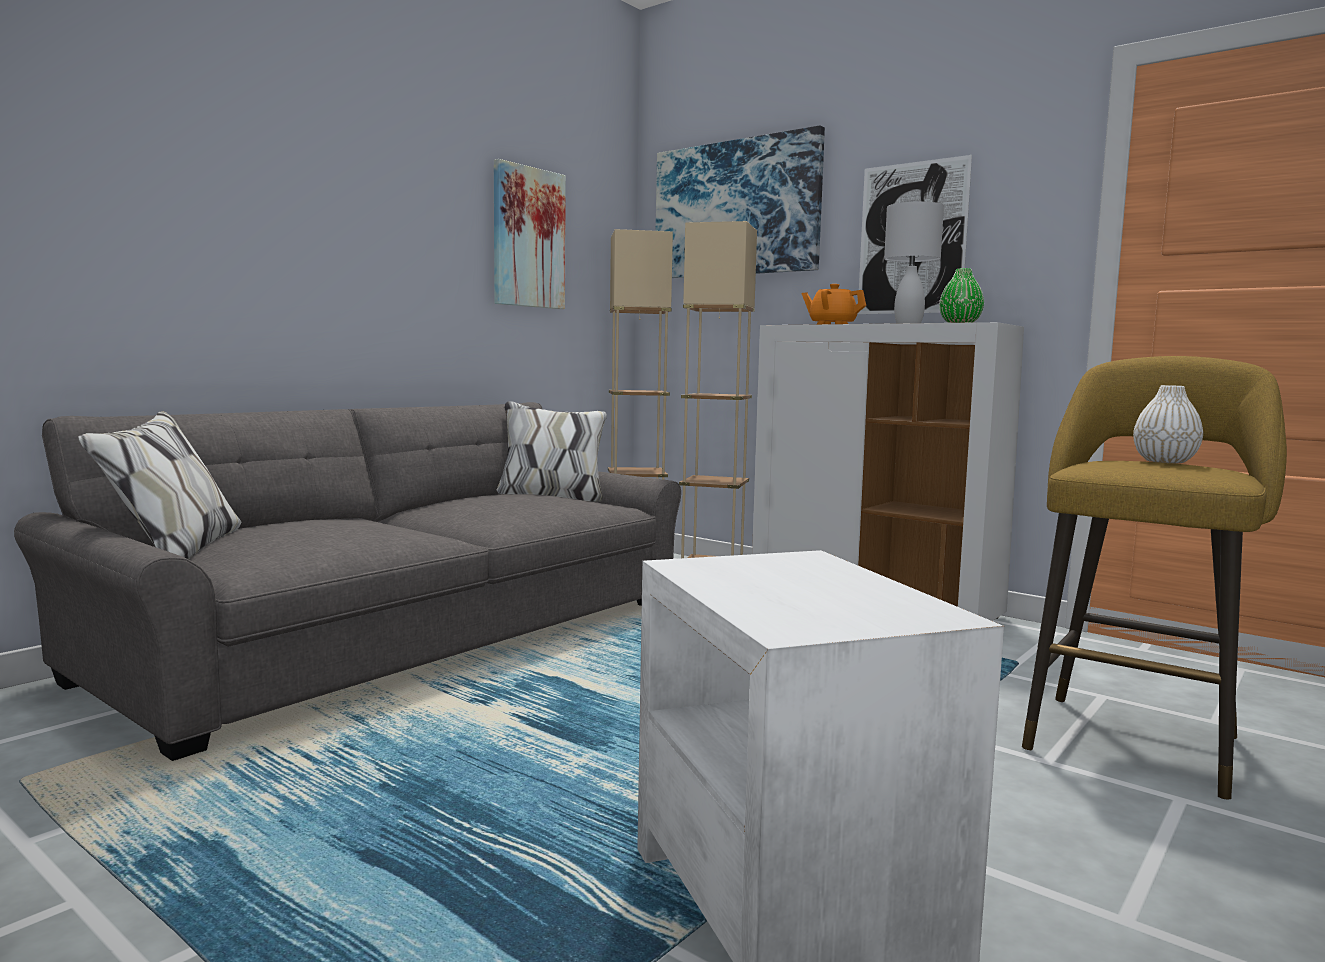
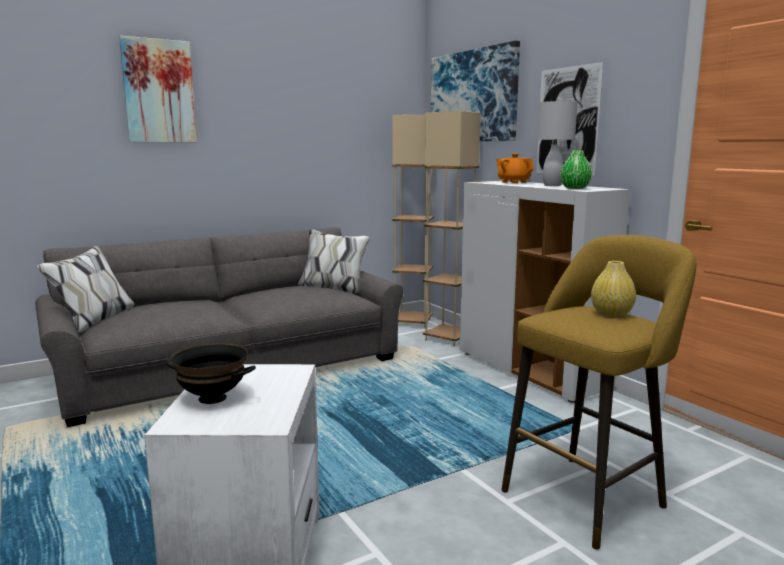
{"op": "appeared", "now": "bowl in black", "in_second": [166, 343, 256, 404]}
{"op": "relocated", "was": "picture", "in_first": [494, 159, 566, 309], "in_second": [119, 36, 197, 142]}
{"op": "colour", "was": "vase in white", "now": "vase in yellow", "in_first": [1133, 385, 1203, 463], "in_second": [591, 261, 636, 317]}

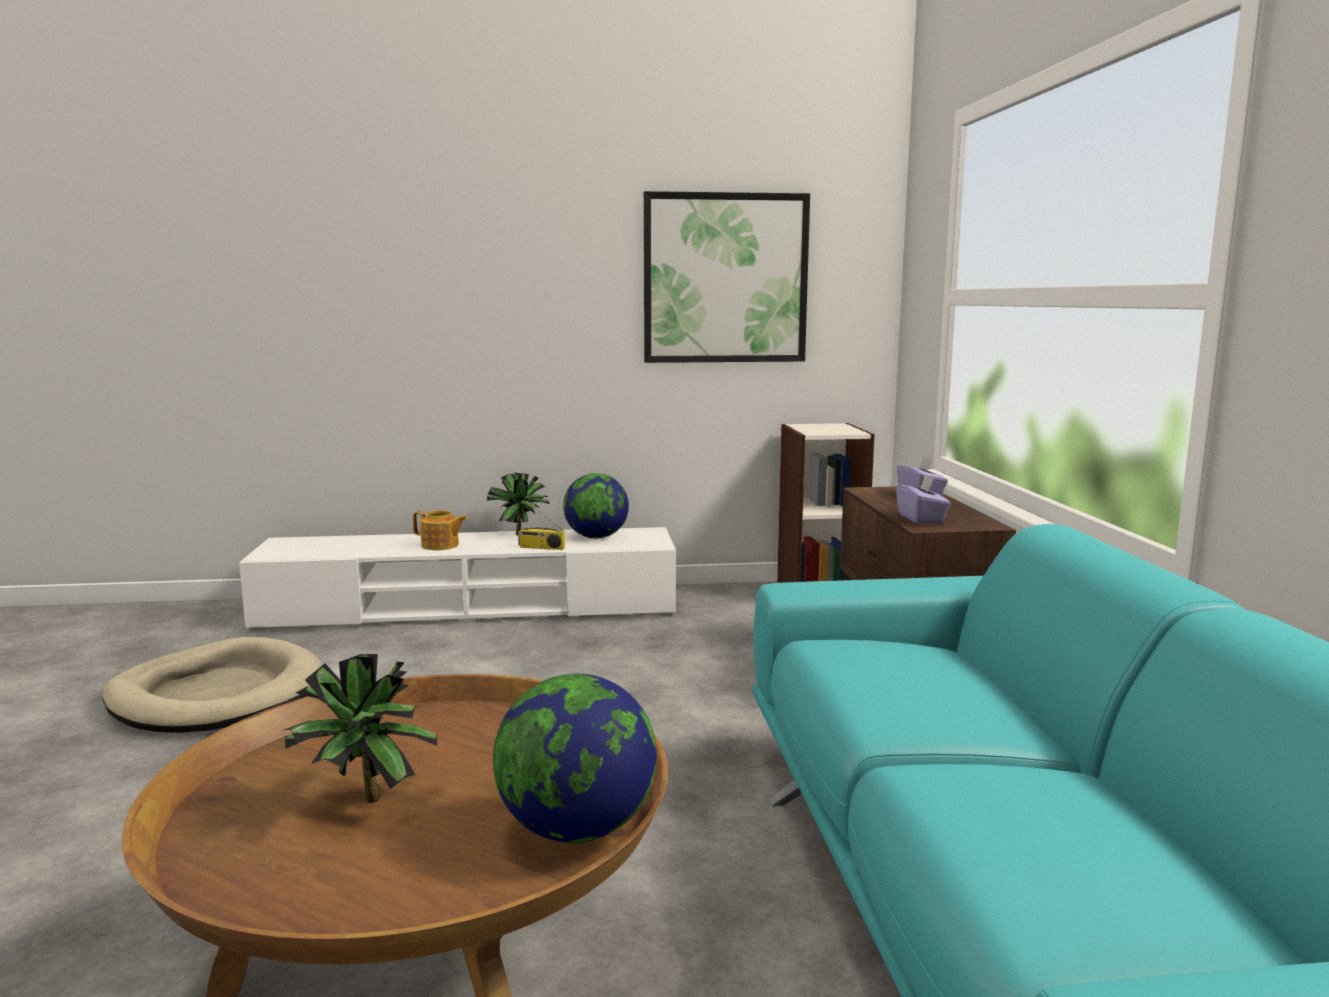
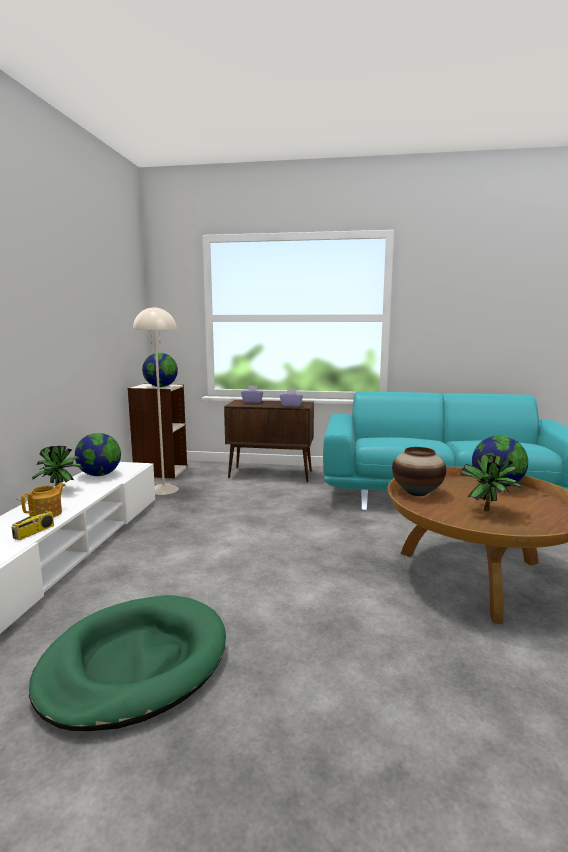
{"op": "missing", "was": "picture", "in_first": [644, 191, 810, 363]}
{"op": "appeared", "now": "floor lamp in beige", "in_second": [133, 306, 179, 495]}
{"op": "appeared", "now": "globe", "in_second": [142, 353, 178, 387]}
{"op": "appeared", "now": "vase", "in_second": [392, 447, 446, 496]}
{"op": "relocated", "was": "radio", "in_first": [518, 504, 565, 550], "in_second": [12, 499, 54, 540]}
{"op": "colour", "was": "dog bed in beige", "now": "dog bed in green", "in_first": [103, 637, 322, 733], "in_second": [29, 595, 226, 731]}

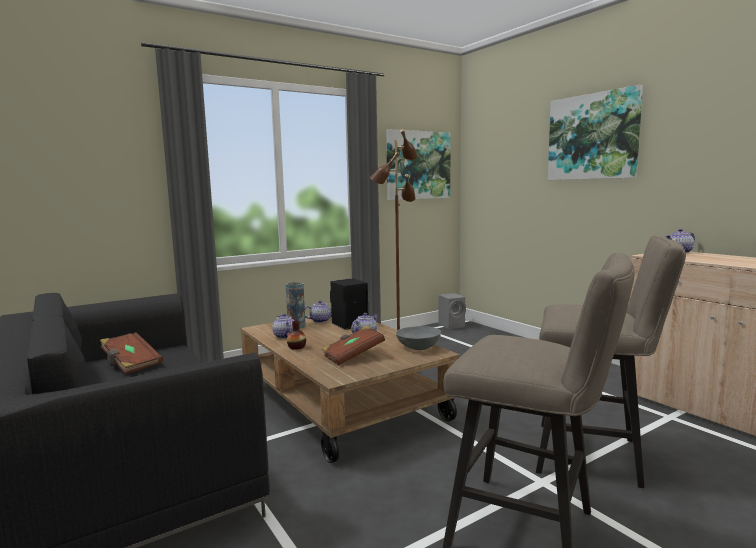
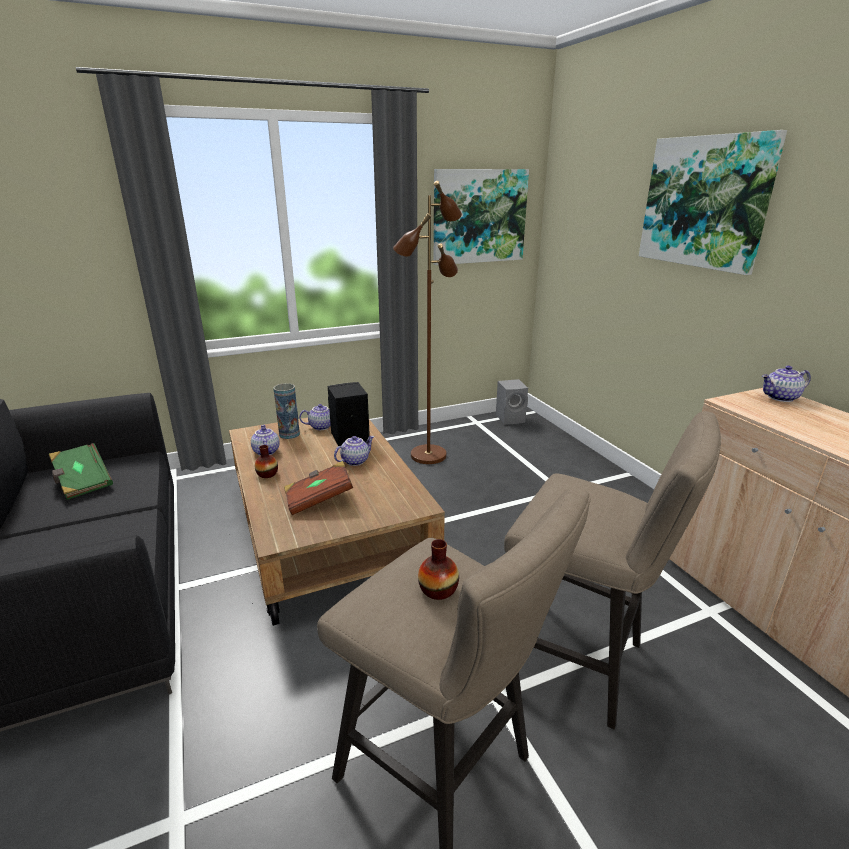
{"op": "missing", "was": "bowl in grey", "in_first": [396, 326, 441, 350]}
{"op": "appeared", "now": "vase", "in_second": [418, 539, 459, 600]}
{"op": "colour", "was": "book in brown", "now": "book in green", "in_first": [100, 332, 163, 374], "in_second": [49, 443, 113, 500]}

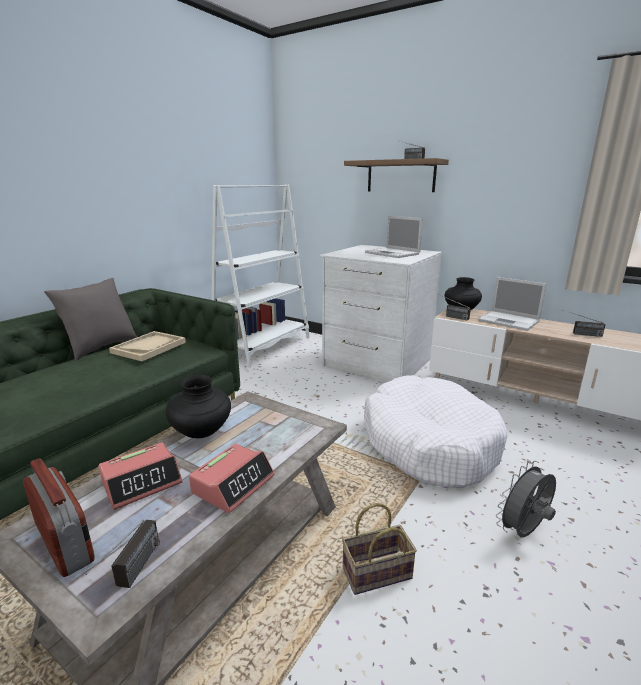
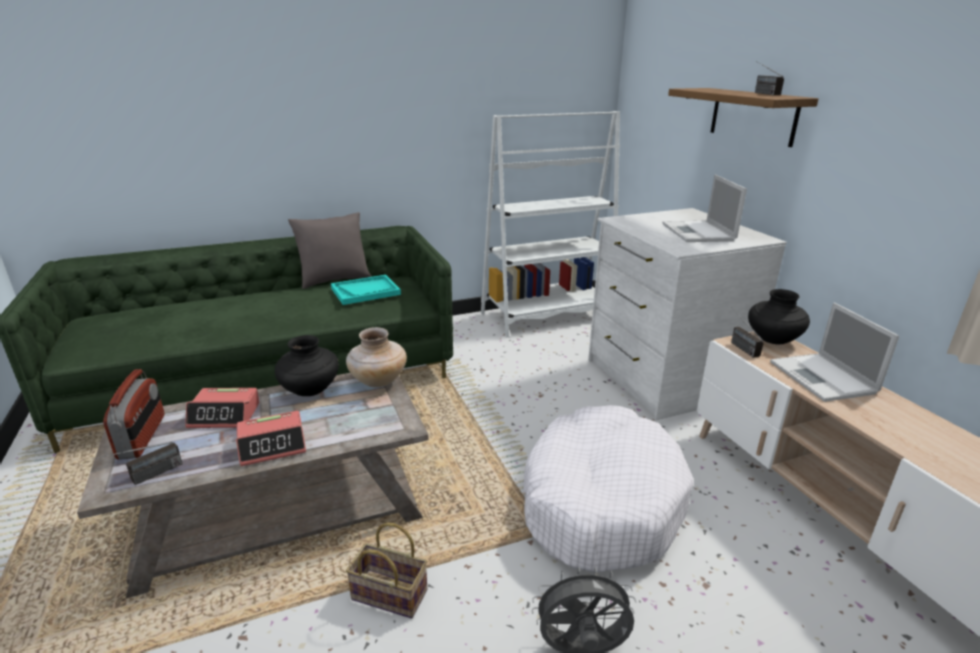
{"op": "missing", "was": "radio", "in_first": [567, 311, 605, 337]}
{"op": "appeared", "now": "vase in beige", "in_second": [346, 327, 407, 387]}
{"op": "colour", "was": "tray in beige", "now": "tray in turquoise", "in_first": [109, 331, 186, 361], "in_second": [331, 275, 401, 305]}

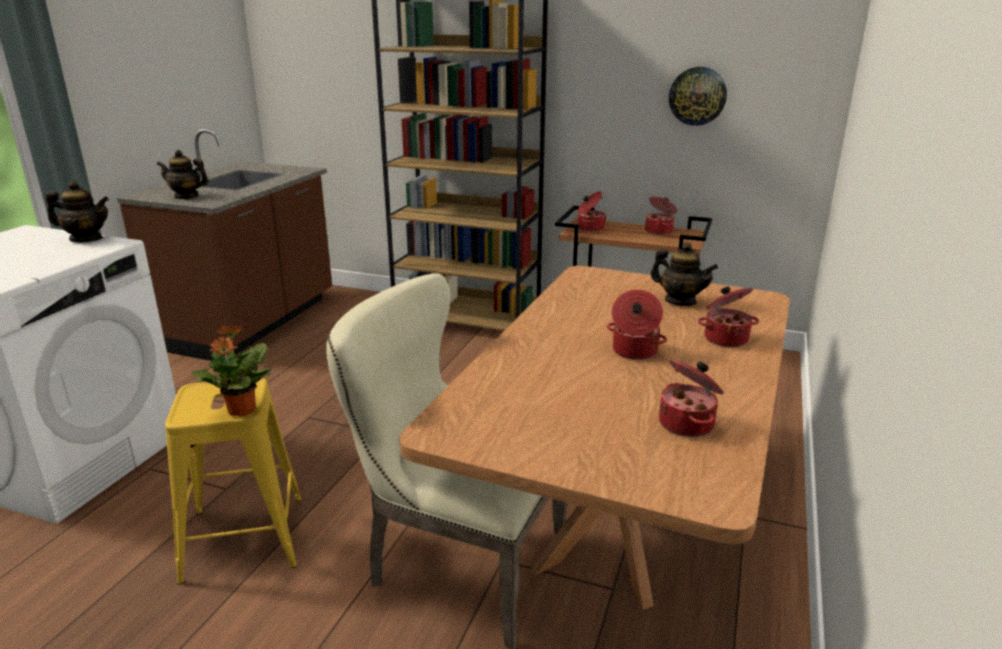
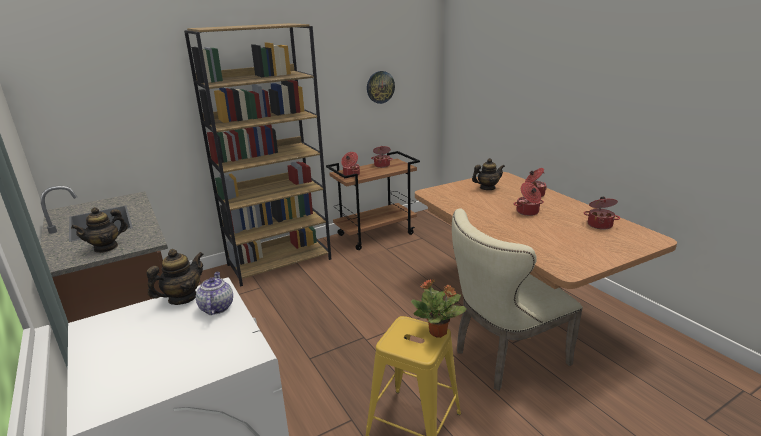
{"op": "appeared", "now": "teapot", "in_second": [196, 272, 233, 315]}

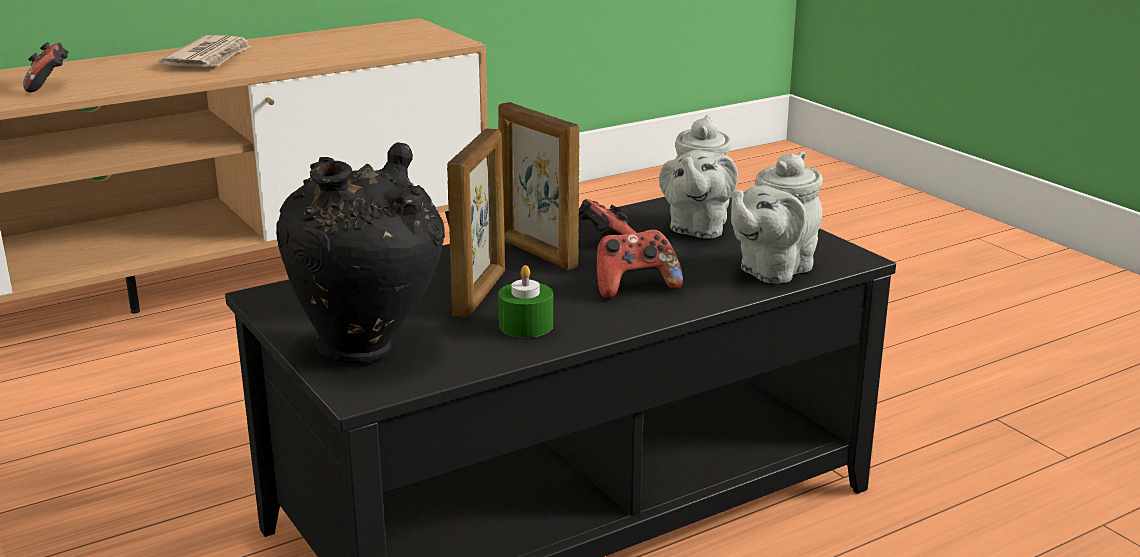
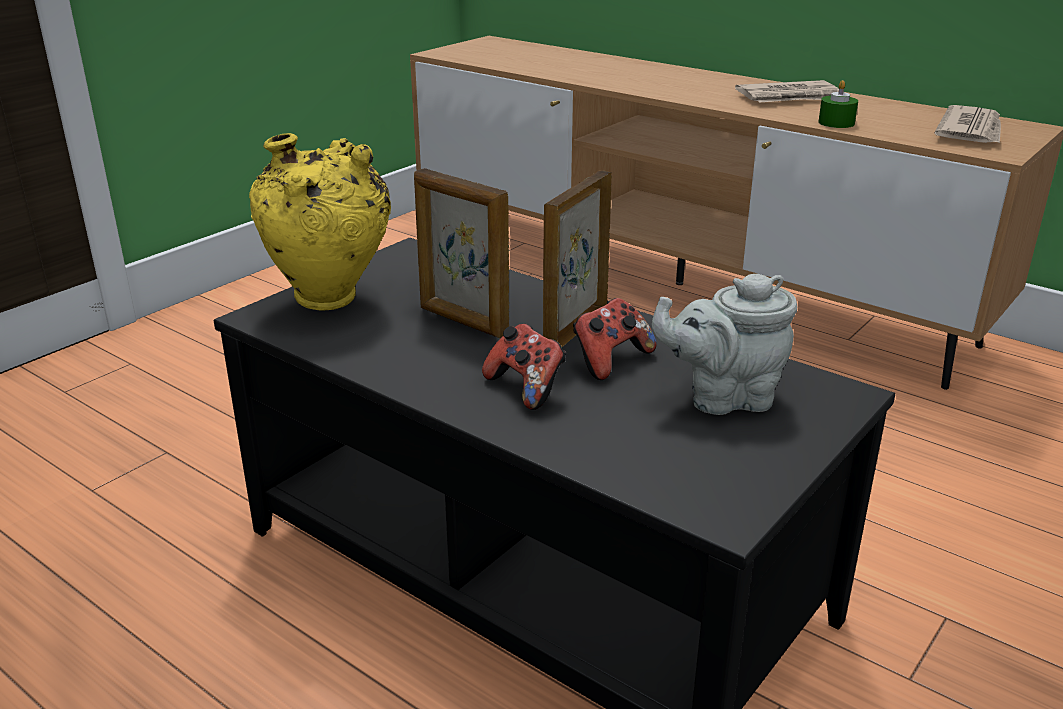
{"op": "missing", "was": "game controller", "in_first": [23, 42, 68, 92]}
{"op": "missing", "was": "teapot in grey", "in_first": [731, 151, 823, 284]}
{"op": "appeared", "now": "newspaper", "in_second": [935, 105, 1001, 143]}
{"op": "relocated", "was": "candle in green", "in_first": [498, 265, 553, 338], "in_second": [818, 80, 858, 128]}
{"op": "colour", "was": "vase in black", "now": "vase in yellow", "in_first": [276, 142, 445, 363], "in_second": [249, 133, 391, 311]}
{"op": "spun", "was": "picture frame", "in_first": [447, 128, 505, 318], "in_second": [414, 168, 509, 338], "clockwise": 45}

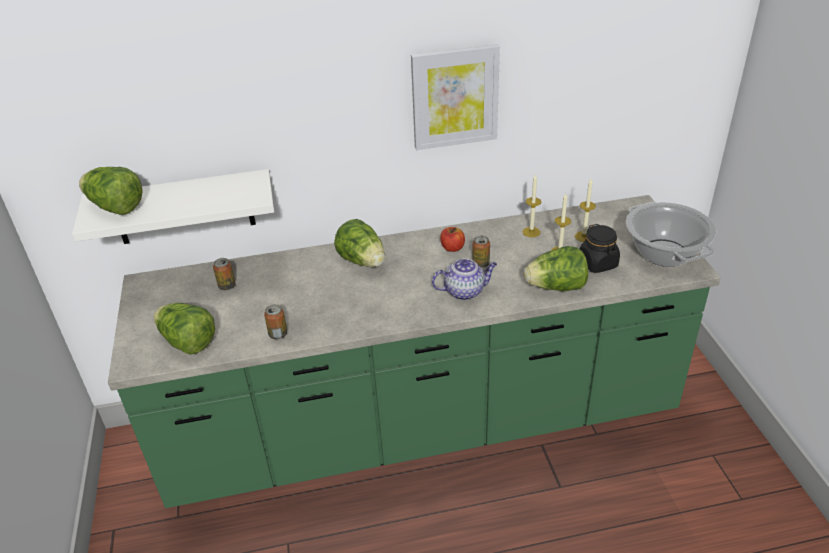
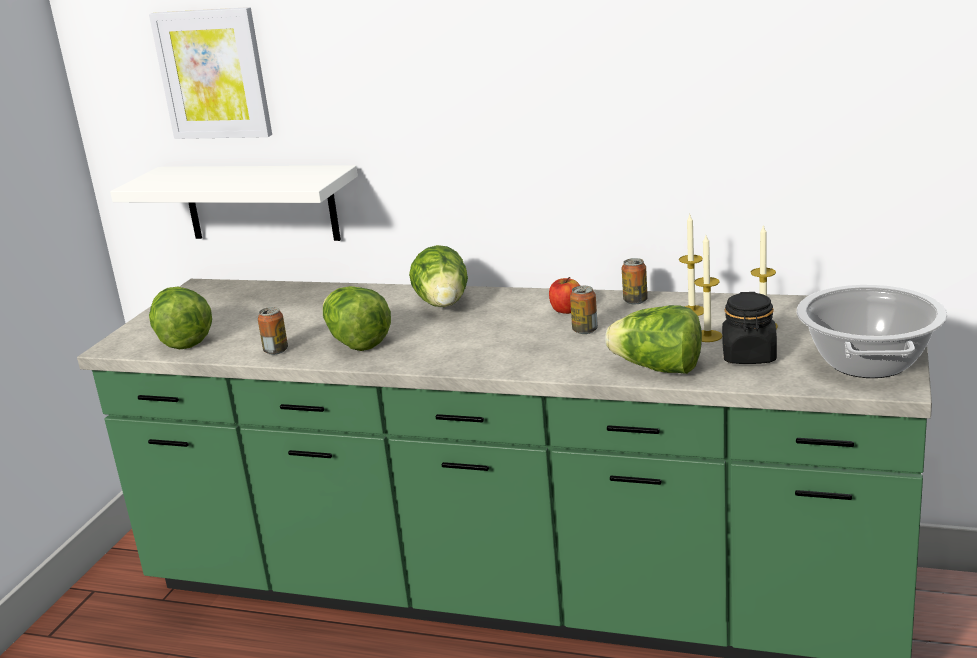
{"op": "missing", "was": "teapot", "in_first": [432, 258, 497, 300]}
{"op": "relocated", "was": "lettuce", "in_first": [79, 167, 143, 215], "in_second": [323, 286, 391, 351]}
{"op": "relocated", "was": "can", "in_first": [213, 258, 236, 290], "in_second": [622, 258, 648, 304]}
{"op": "relocated", "was": "picture", "in_first": [411, 44, 500, 150], "in_second": [149, 7, 272, 139]}

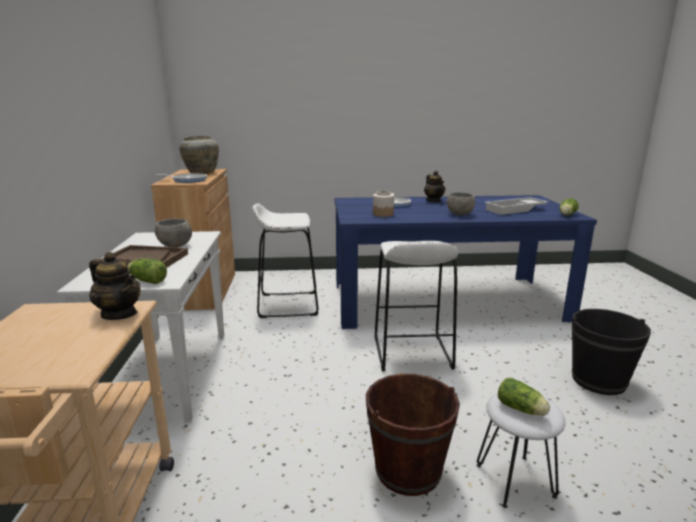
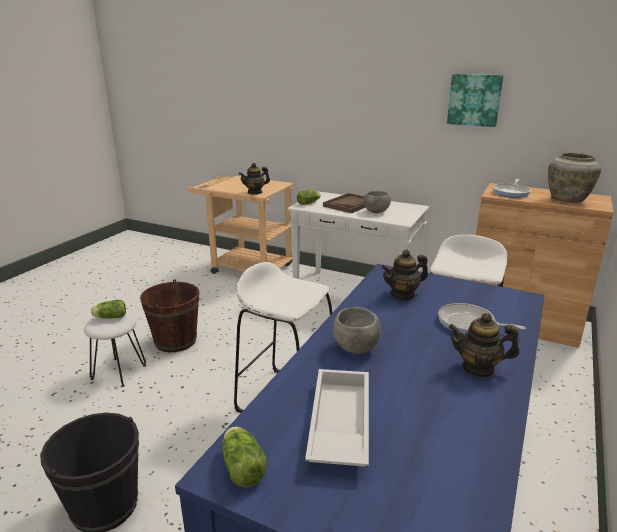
{"op": "appeared", "now": "picture", "in_second": [447, 74, 504, 127]}
{"op": "exchanged", "was": "jar", "now": "teapot", "in_first": [373, 191, 394, 217], "in_second": [381, 249, 428, 300]}

